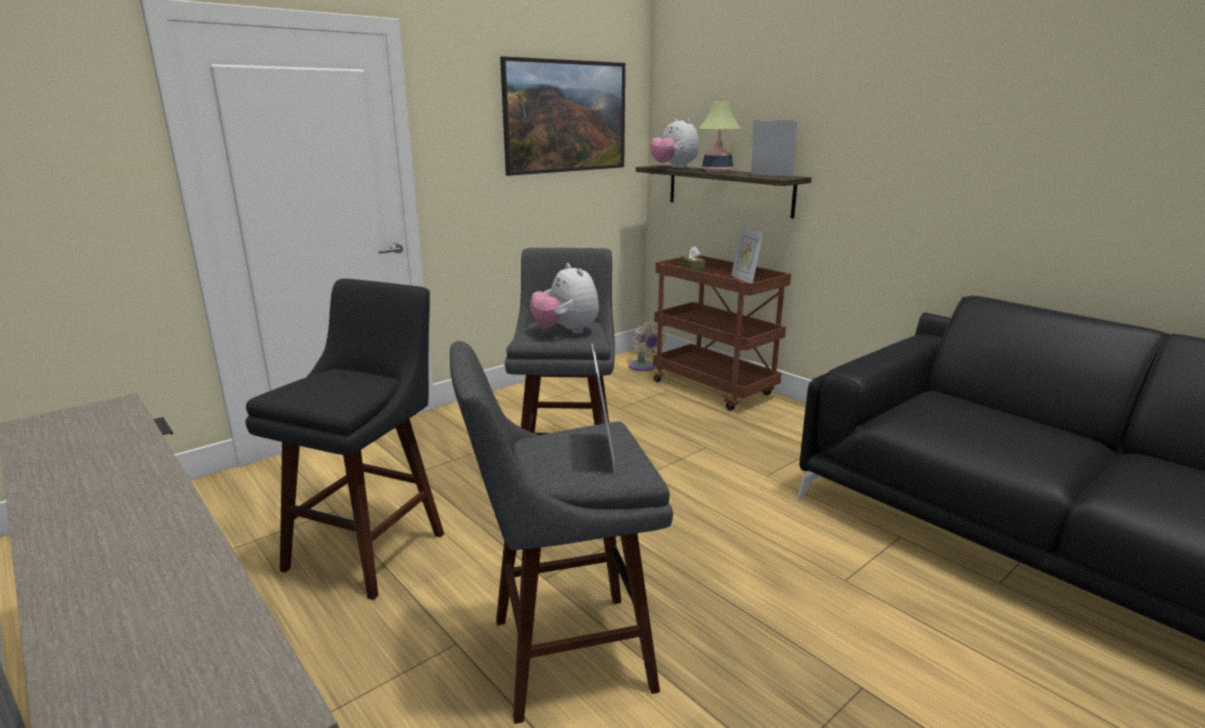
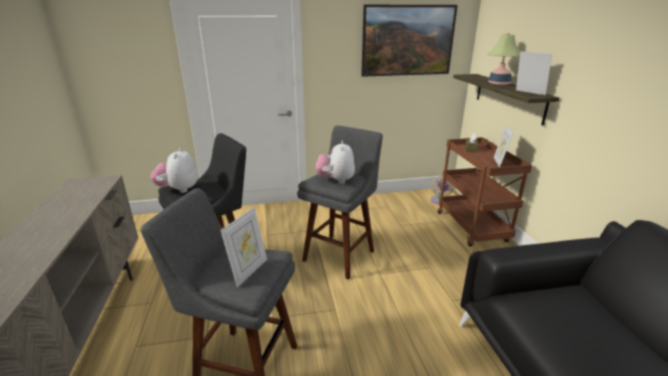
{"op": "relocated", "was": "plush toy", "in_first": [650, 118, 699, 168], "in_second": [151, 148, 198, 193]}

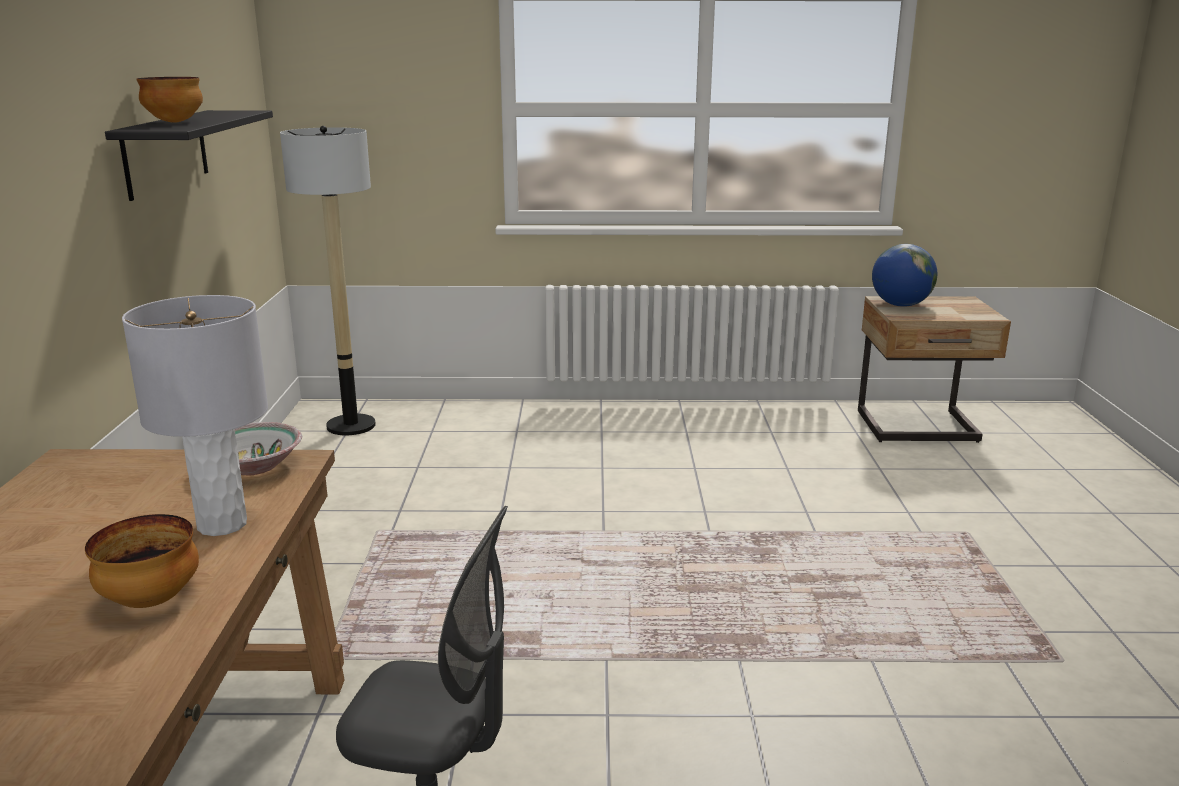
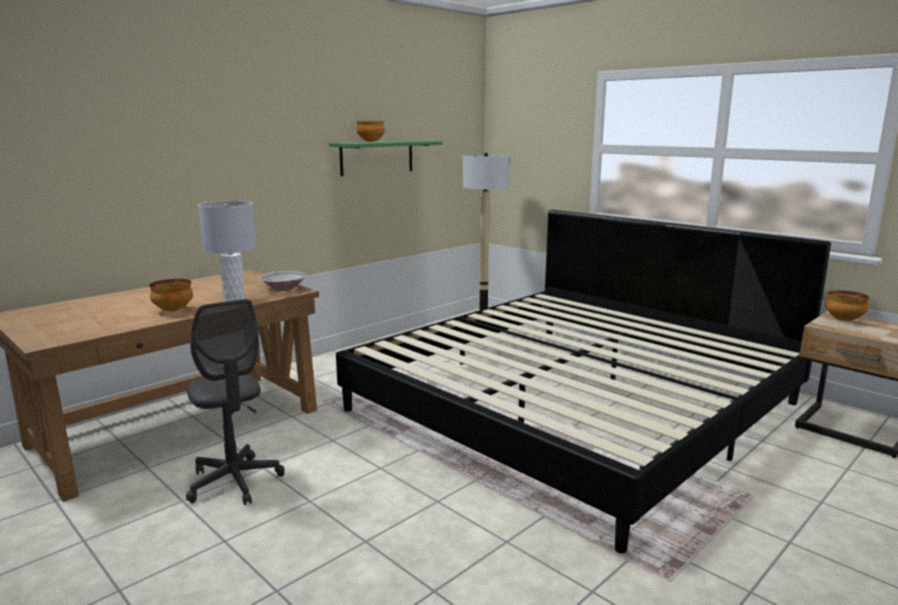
{"op": "appeared", "now": "bed", "in_second": [336, 210, 831, 554]}
{"op": "exchanged", "was": "globe", "now": "bowl", "in_first": [872, 244, 937, 307], "in_second": [825, 290, 869, 321]}
{"op": "colour", "was": "shelf in black", "now": "shelf in green", "in_first": [105, 110, 273, 201], "in_second": [329, 140, 443, 176]}

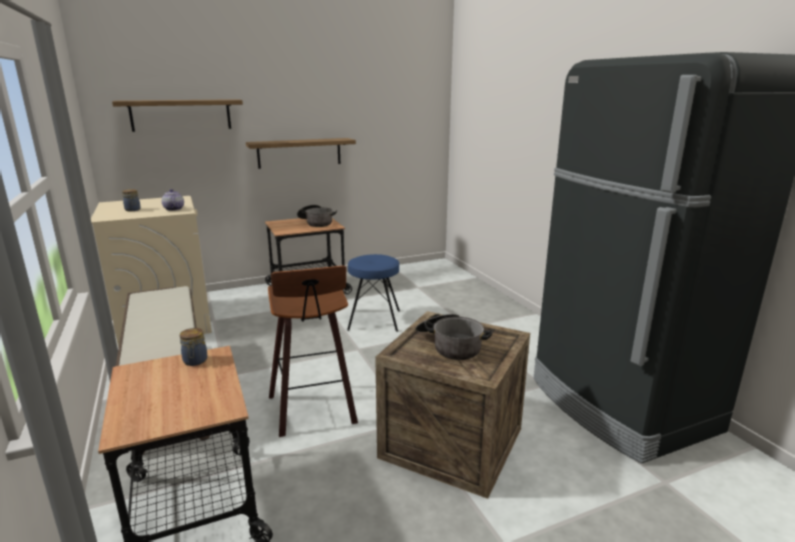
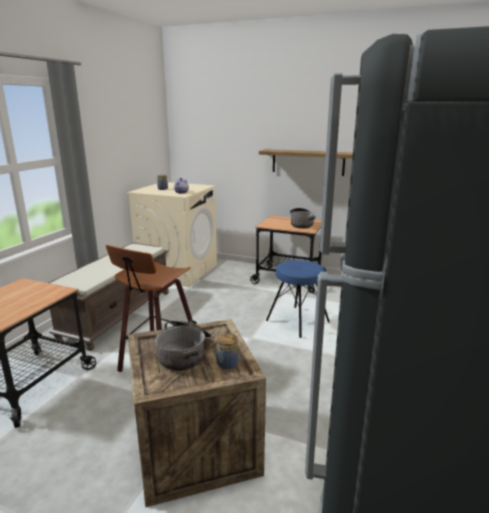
{"op": "missing", "was": "shelf", "in_first": [112, 99, 243, 132]}
{"op": "relocated", "was": "jar", "in_first": [180, 328, 207, 366], "in_second": [216, 334, 239, 369]}

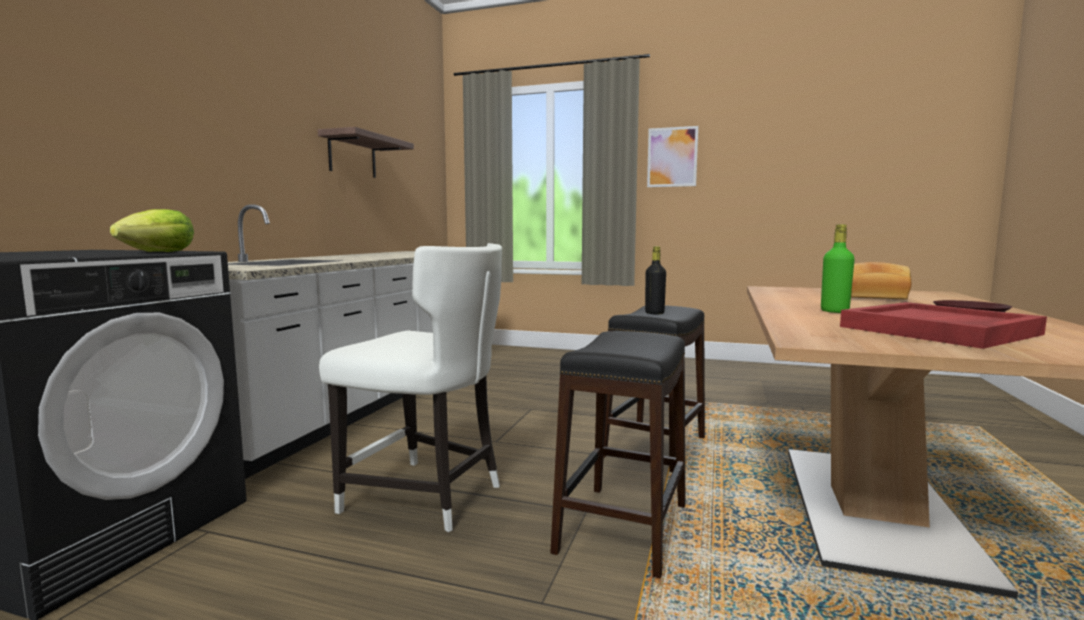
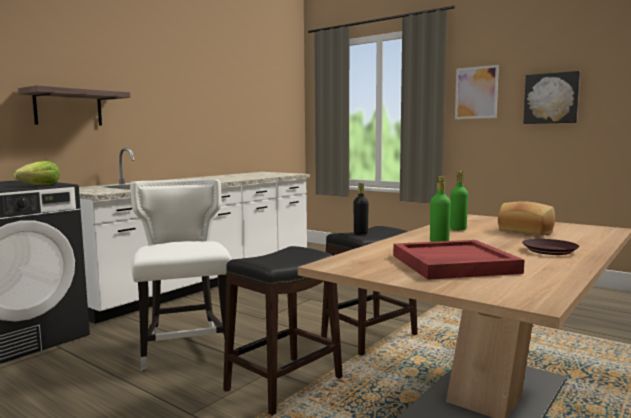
{"op": "appeared", "now": "bottle in green", "in_second": [450, 171, 468, 230]}
{"op": "appeared", "now": "picture", "in_second": [524, 71, 580, 124]}
{"op": "relocated", "was": "shelf", "in_first": [318, 127, 414, 178], "in_second": [18, 85, 130, 125]}
{"op": "spun", "was": "chair in white", "in_first": [319, 243, 502, 532], "in_second": [130, 179, 232, 370], "clockwise": -150}

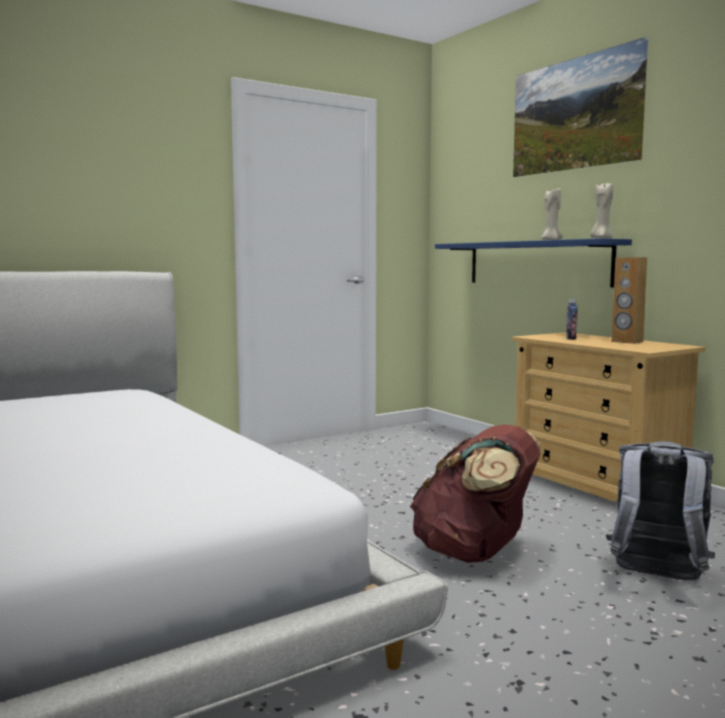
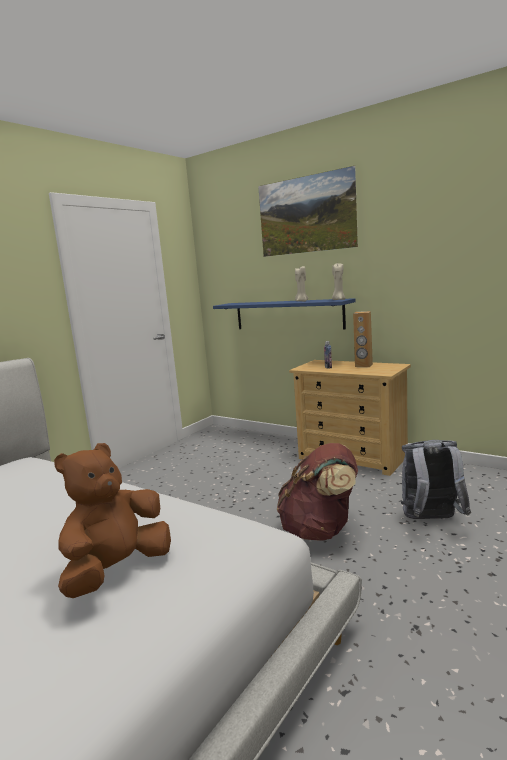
{"op": "appeared", "now": "plush toy in brown", "in_second": [54, 443, 171, 598]}

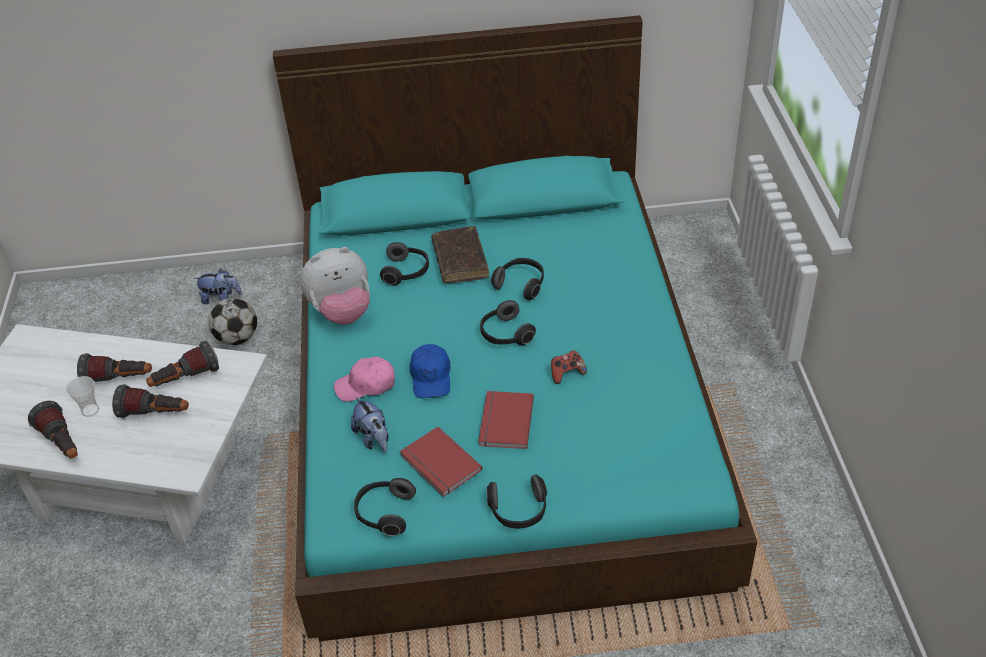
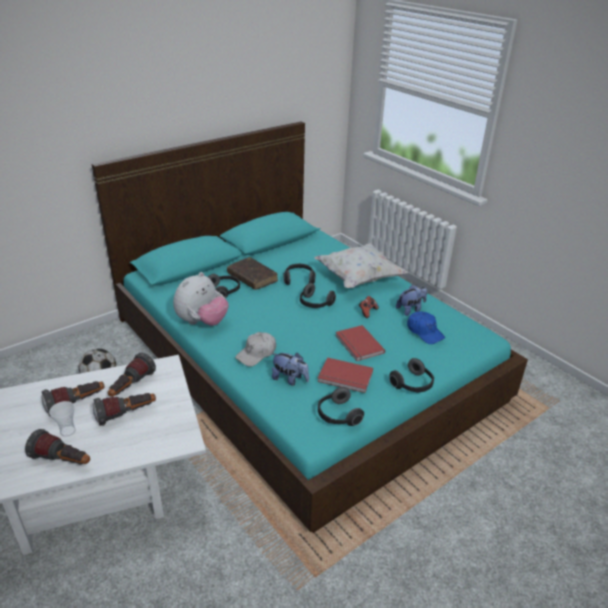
{"op": "appeared", "now": "pillow in white", "in_second": [314, 243, 408, 288]}
{"op": "relocated", "was": "plush toy", "in_first": [194, 268, 242, 304], "in_second": [396, 284, 427, 316]}
{"op": "relocated", "was": "cap in blue", "in_first": [410, 344, 450, 398], "in_second": [407, 311, 445, 344]}
{"op": "colour", "was": "cap in pink", "now": "cap in white", "in_first": [334, 357, 395, 402], "in_second": [235, 332, 276, 367]}

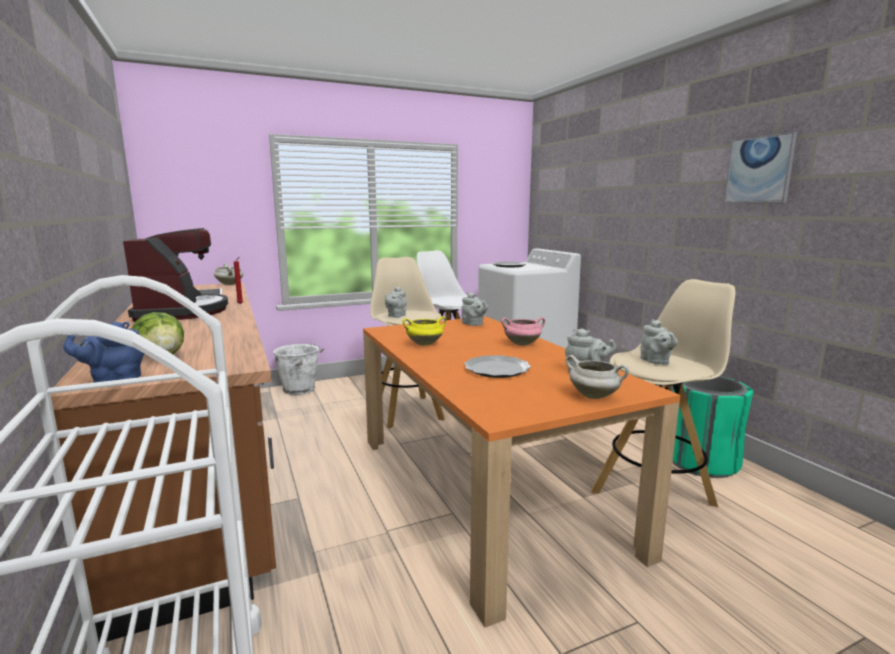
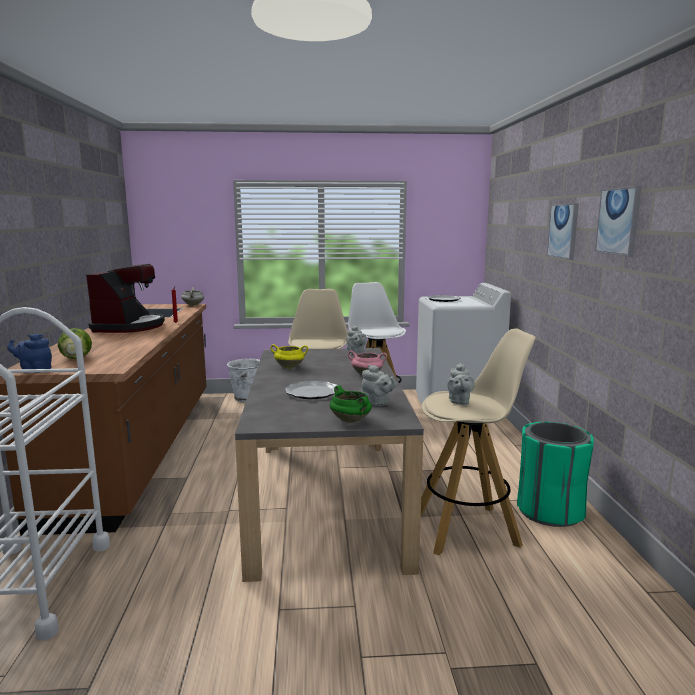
{"op": "missing", "was": "teapot in grey", "in_first": [385, 286, 407, 318]}
{"op": "appeared", "now": "picture", "in_second": [547, 203, 579, 260]}
{"op": "colour", "was": "dining table in orange", "now": "dining table in grey", "in_first": [363, 316, 680, 627], "in_second": [235, 348, 424, 582]}
{"op": "colour", "was": "cooking pot in white", "now": "cooking pot in green", "in_first": [566, 355, 629, 399], "in_second": [330, 385, 372, 423]}

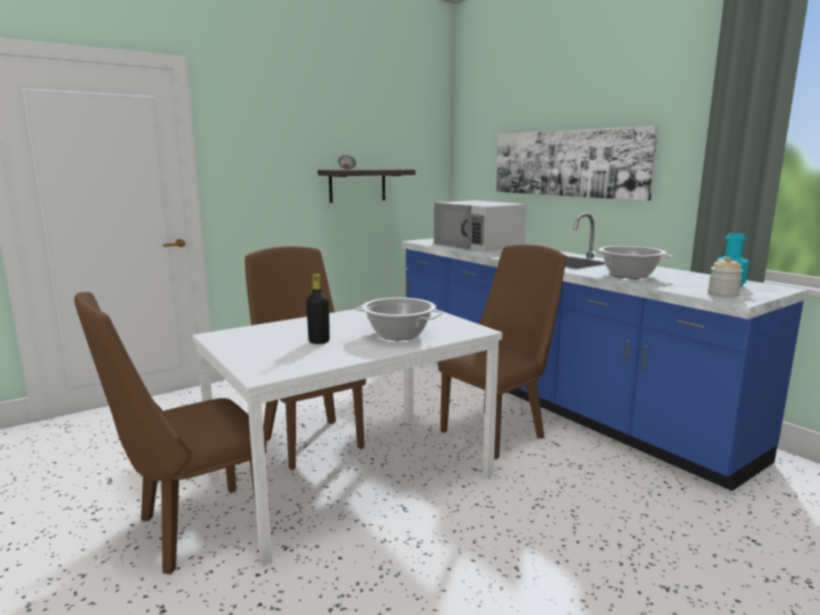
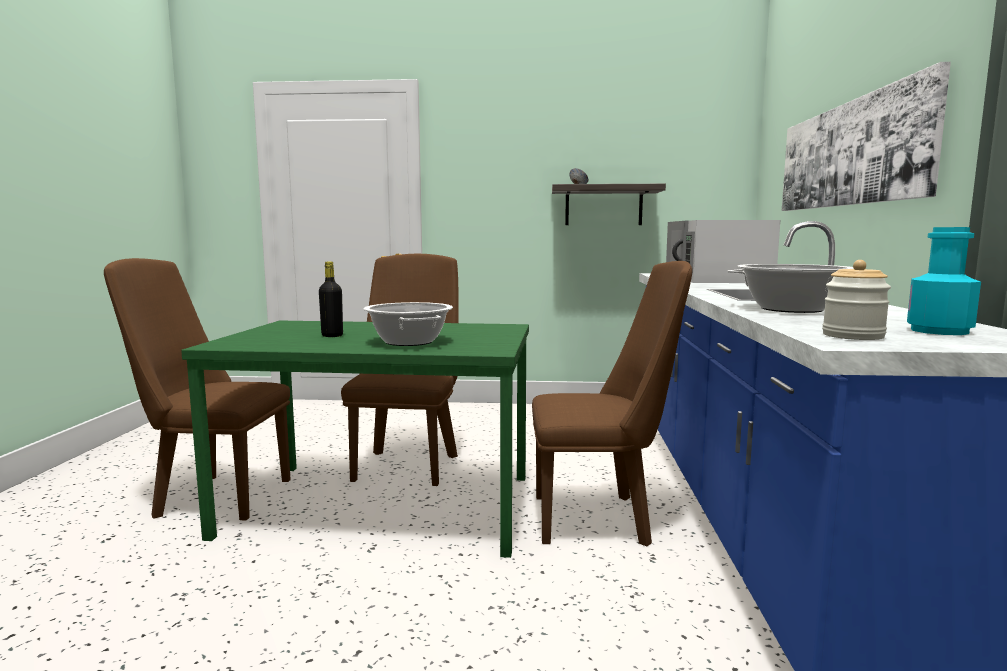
{"op": "colour", "was": "dining table in white", "now": "dining table in green", "in_first": [192, 308, 502, 566], "in_second": [181, 321, 529, 558]}

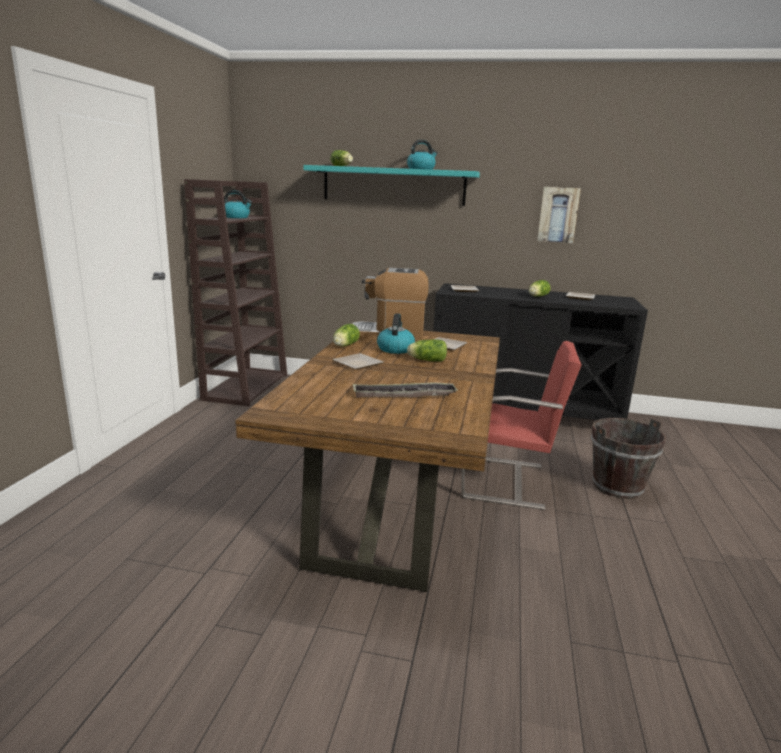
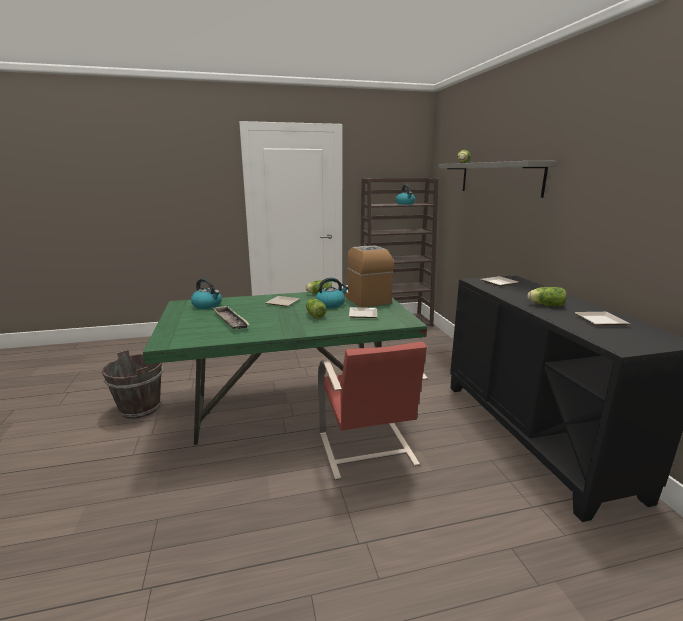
{"op": "missing", "was": "picture", "in_first": [537, 187, 581, 243]}
{"op": "relocated", "was": "kettle", "in_first": [407, 140, 438, 170], "in_second": [191, 278, 222, 309]}
{"op": "relocated", "was": "bucket in brown", "in_first": [591, 418, 666, 499], "in_second": [102, 350, 163, 419]}
{"op": "colour", "was": "dining table in brown", "now": "dining table in green", "in_first": [235, 331, 500, 592], "in_second": [143, 292, 427, 445]}
{"op": "colour", "was": "shelf in turquoise", "now": "shelf in grey", "in_first": [303, 165, 480, 206], "in_second": [438, 161, 558, 198]}

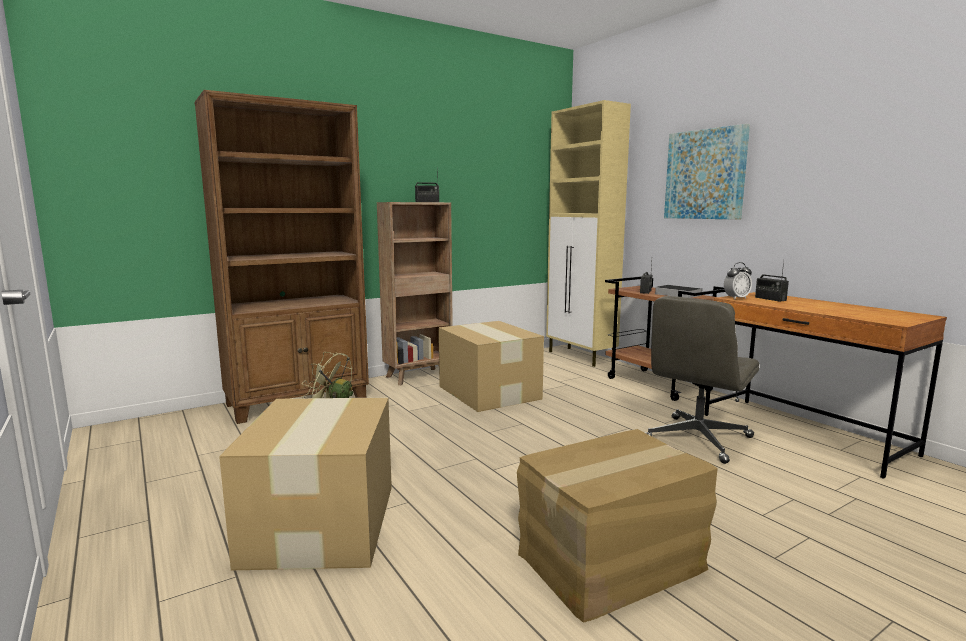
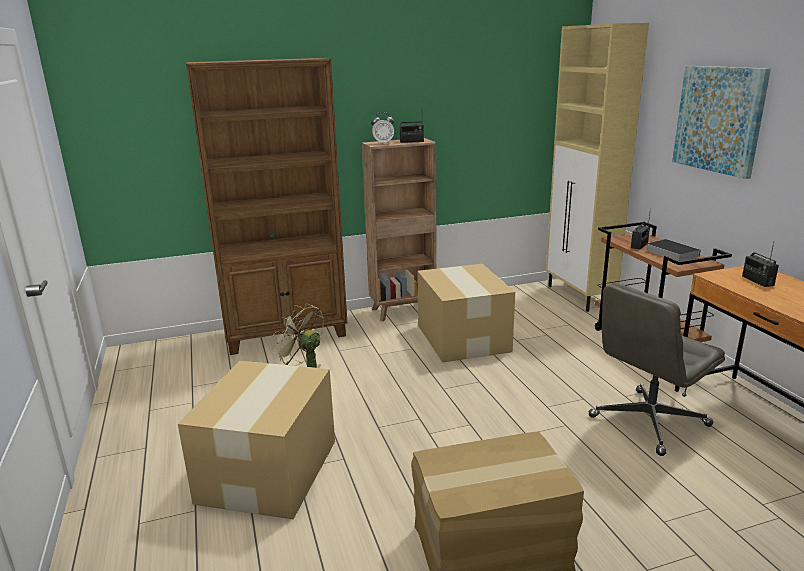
{"op": "relocated", "was": "alarm clock", "in_first": [724, 262, 752, 300], "in_second": [371, 112, 394, 145]}

